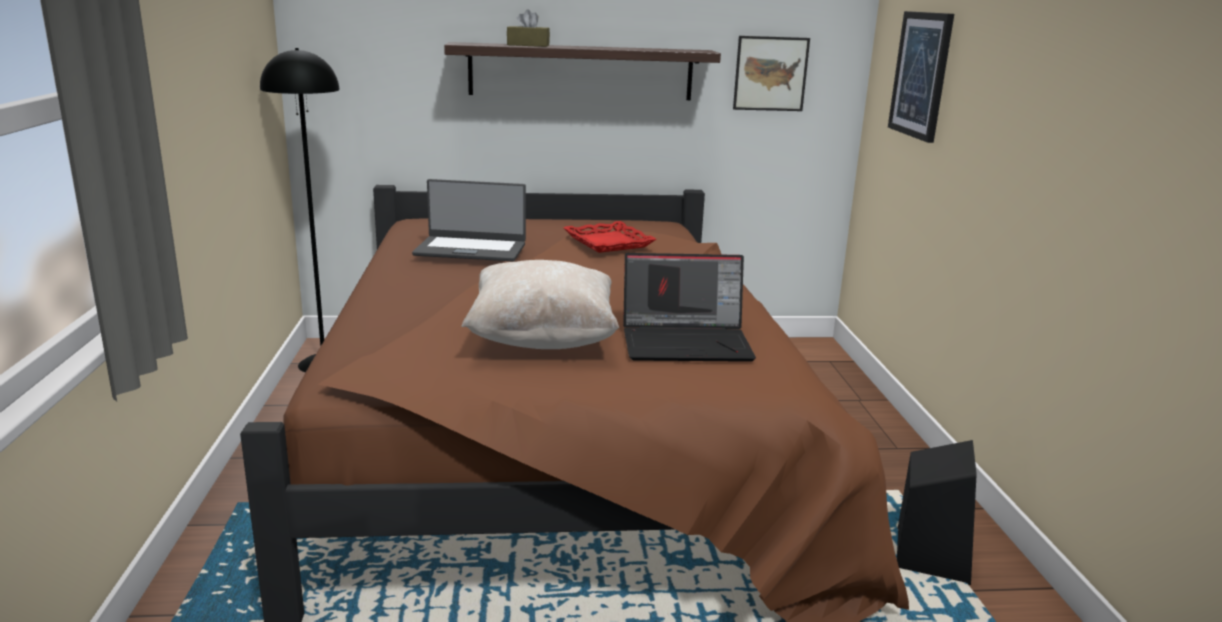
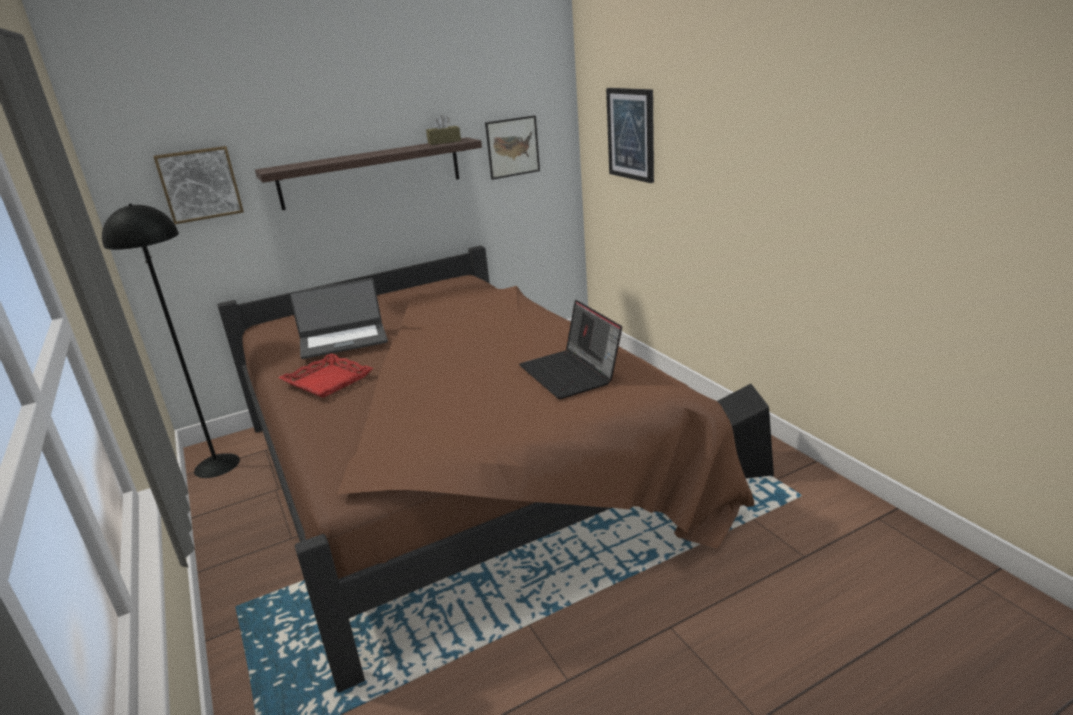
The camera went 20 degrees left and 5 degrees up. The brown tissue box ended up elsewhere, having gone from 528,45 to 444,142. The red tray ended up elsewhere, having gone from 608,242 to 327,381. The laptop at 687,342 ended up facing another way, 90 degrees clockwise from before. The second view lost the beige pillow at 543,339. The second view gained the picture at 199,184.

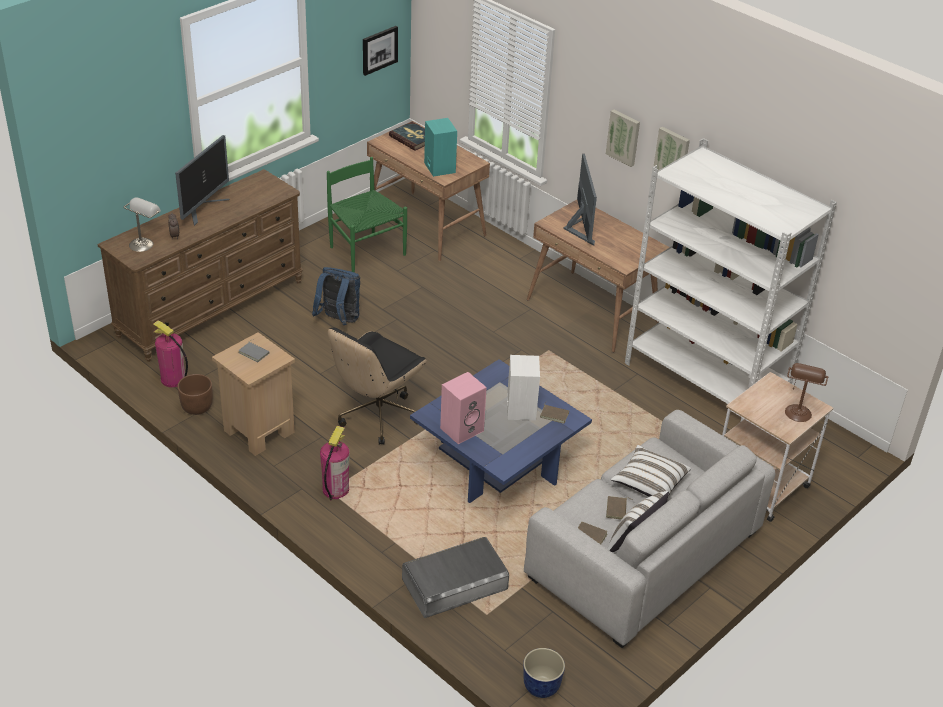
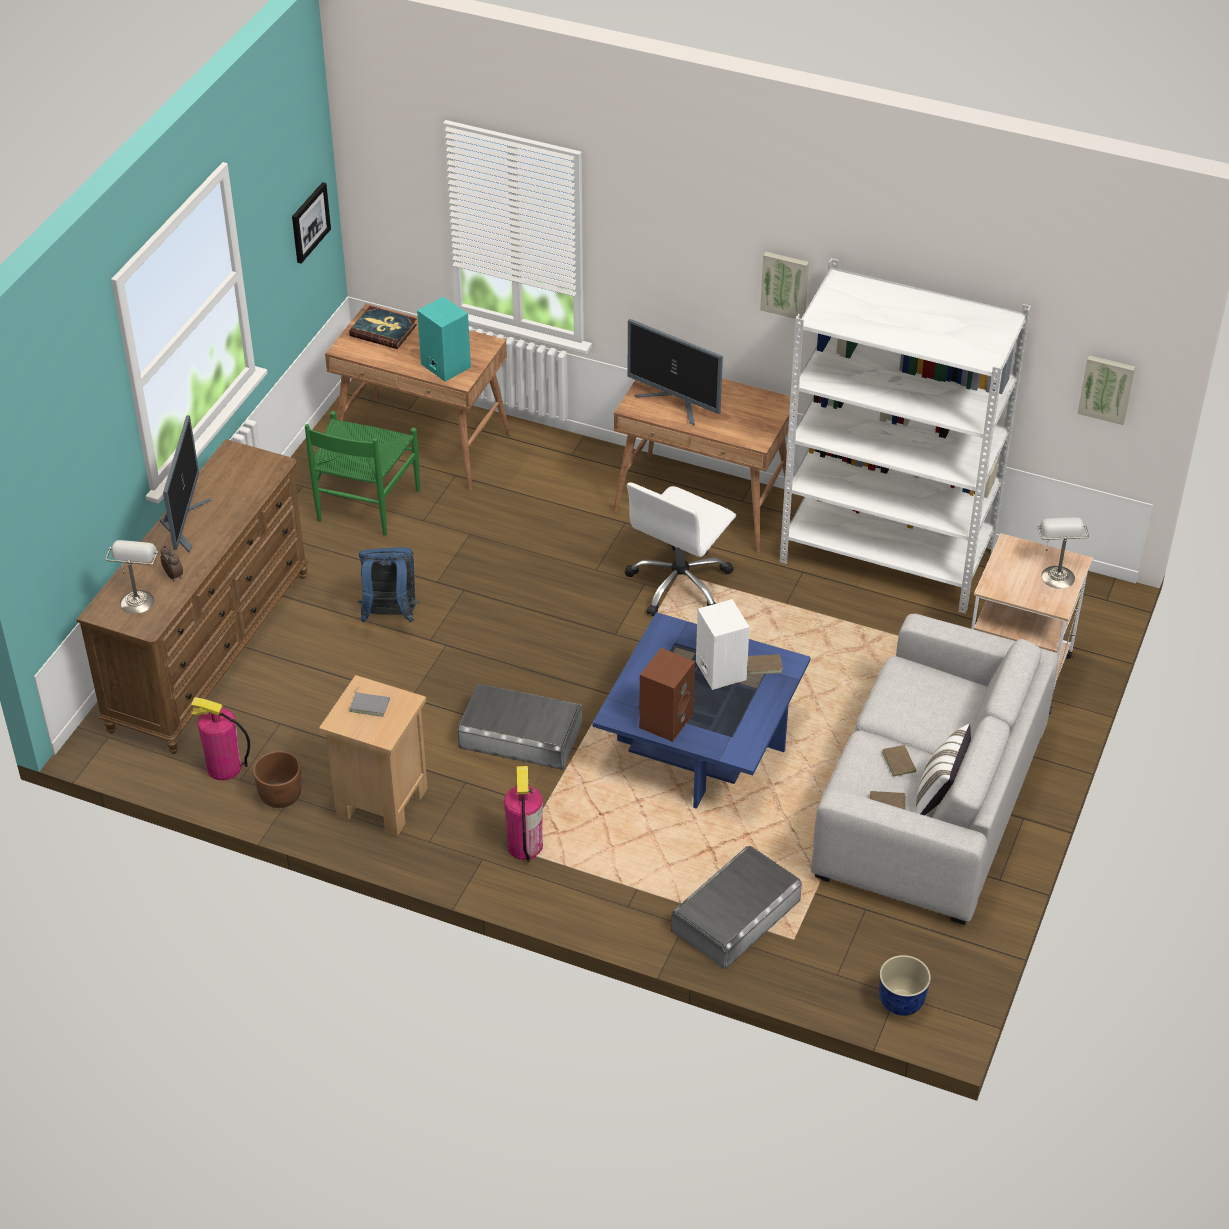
The camera went 20 degrees left and 5 degrees up. The picture ended up elsewhere, having gone from 624,137 to 1107,388. The monitor at 580,228 ended up facing another way, 150 degrees clockwise from before. The green chair at 365,252 ended up facing another way, 105 degrees counterclockwise from before. Where the black office chair stood at 377,418, the grey storage box came to stand at 520,735. What was the brown table lamp at 798,409 turned into the white table lamp at 1055,572. What was the pink speaker at 462,428 turned into the brown speaker at 665,719. The second view lost the white pillow at 649,483. The second view gained the white office chair at 679,584.

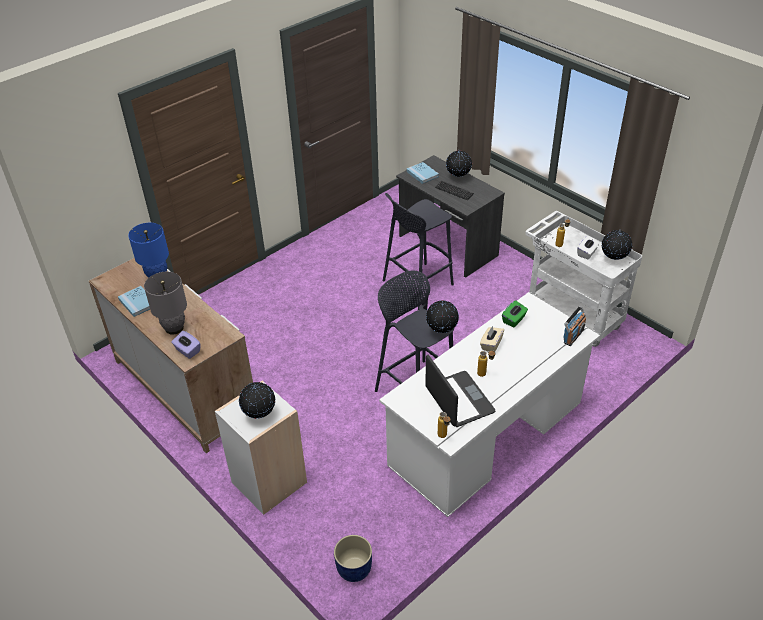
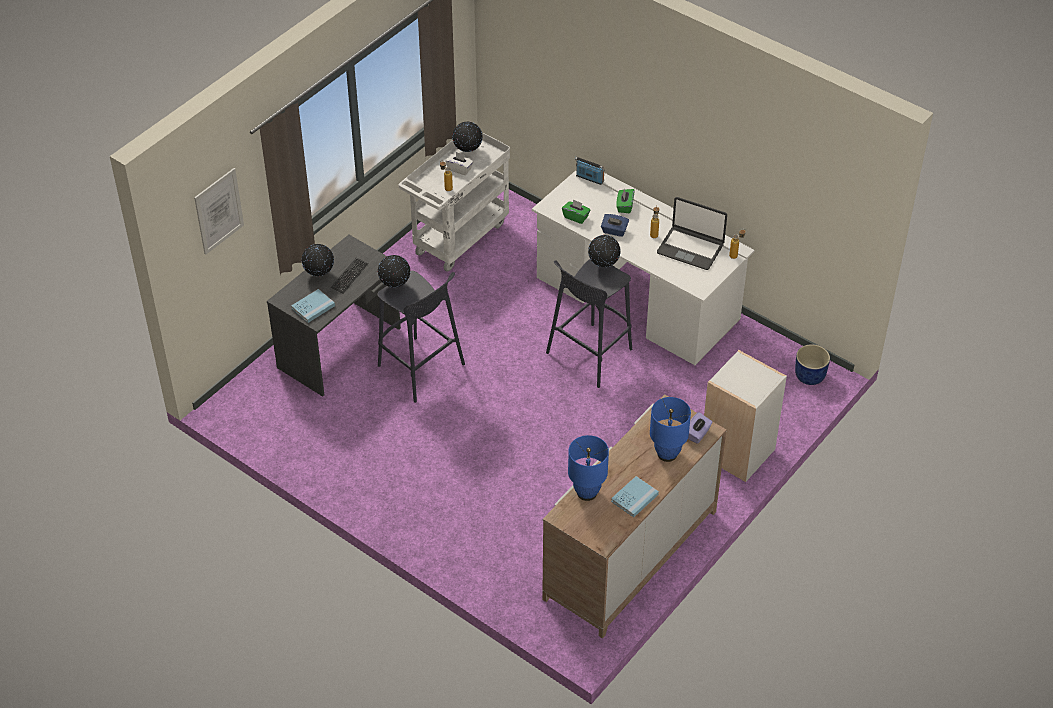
The camera went 100 degrees left and 5 degrees up. What was the grey table lamp at 174,328 turned into the blue table lamp at 667,454. What was the beige tissue box at 491,345 turned into the blue tissue box at 614,231. The laptop at 458,400 ended up facing another way, 120 degrees counterclockwise from before. The globe ended up elsewhere, having gone from 260,415 to 395,286. The second view gained the picture at 219,211. The second view gained the green tissue box at 624,206.

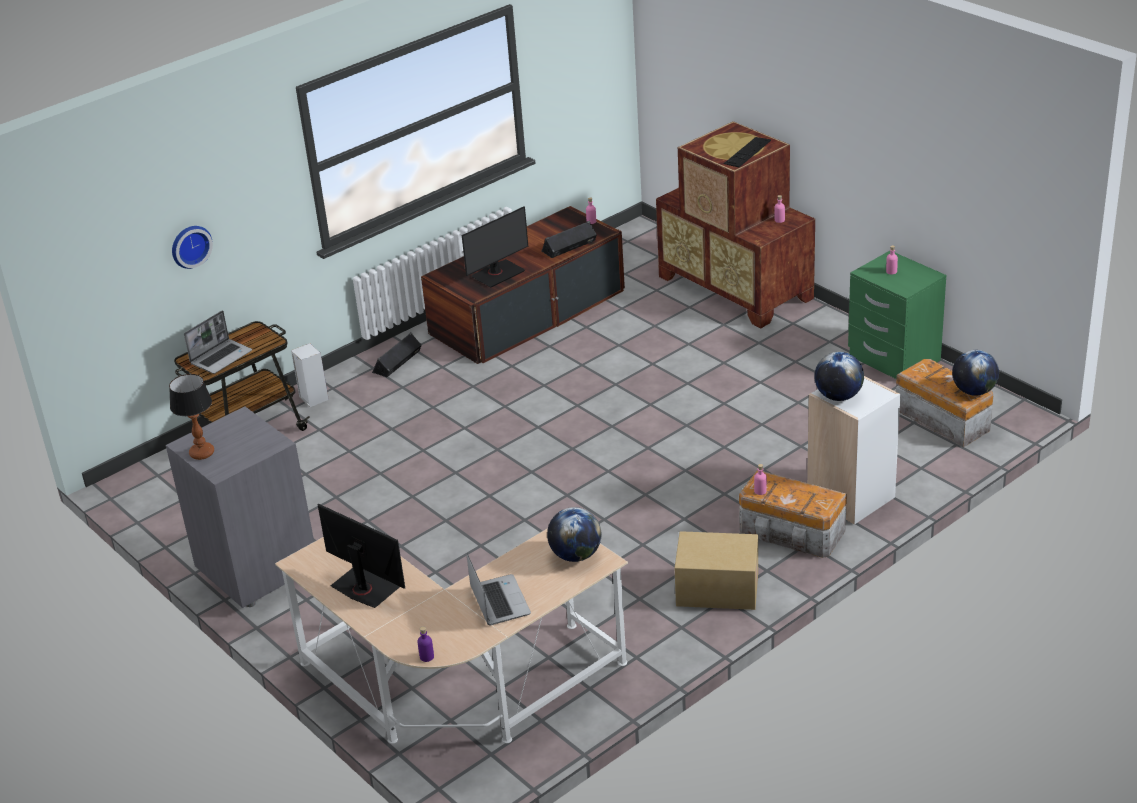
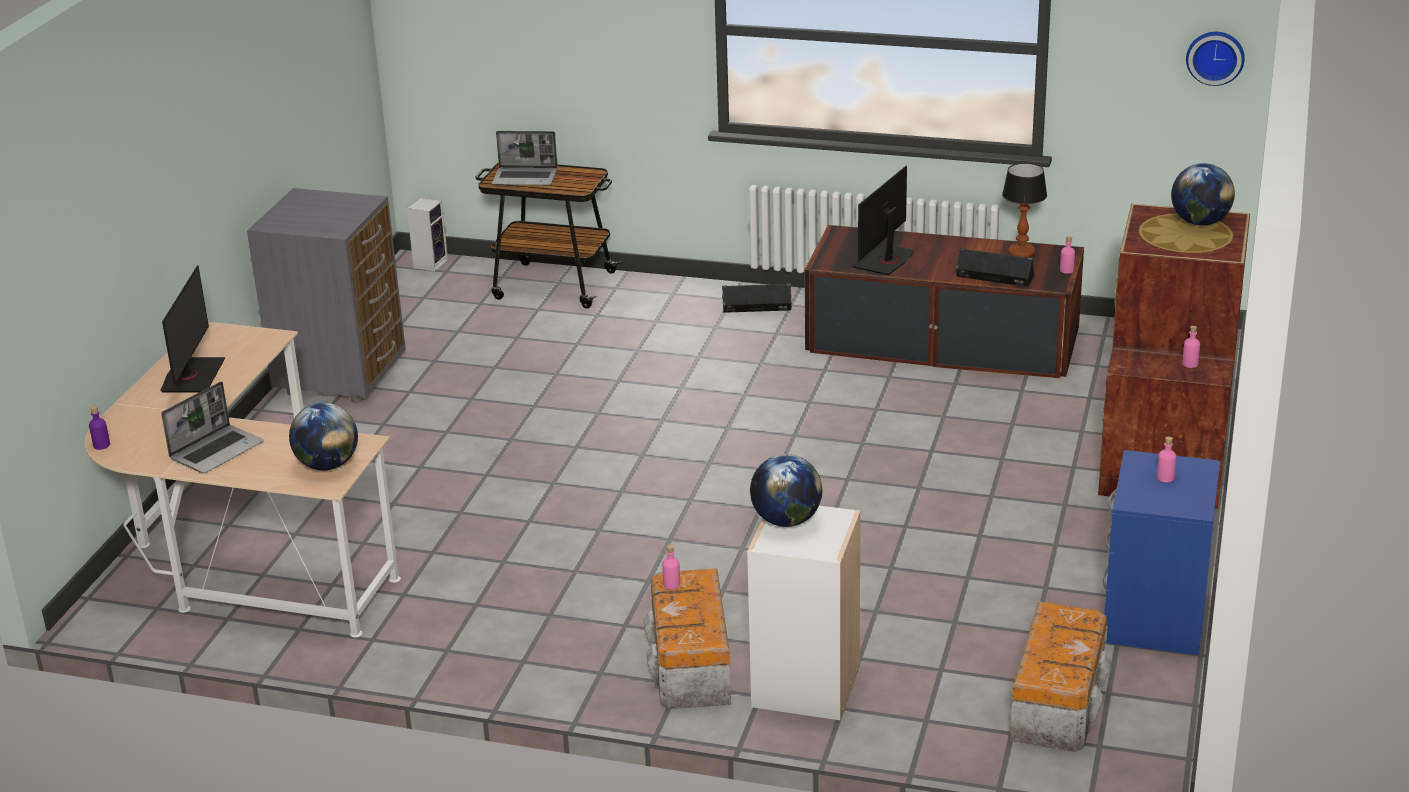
The camera went 55 degrees right and 5 degrees down. The second view lost the keyboard at 747,152. The monitor at 497,274 ended up facing another way, 105 degrees clockwise from before. The wall clock ended up elsewhere, having gone from 190,245 to 1215,56. What was the green nightstand at 893,359 turned into the blue nightstand at 1153,616. The speaker ended up elsewhere, having gone from 312,398 to 430,263. The globe ended up elsewhere, having gone from 974,391 to 1200,222. The table lamp ended up elsewhere, having gone from 201,453 to 1021,253. The second view lost the cardboard box at 716,590.

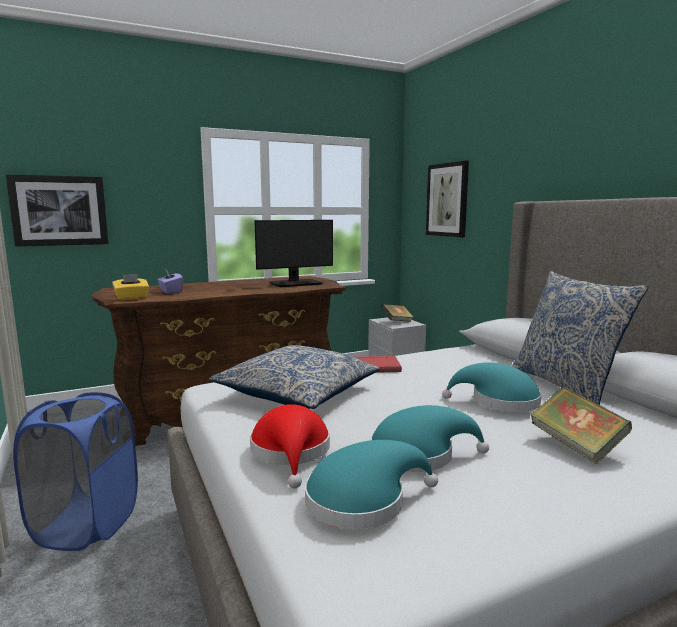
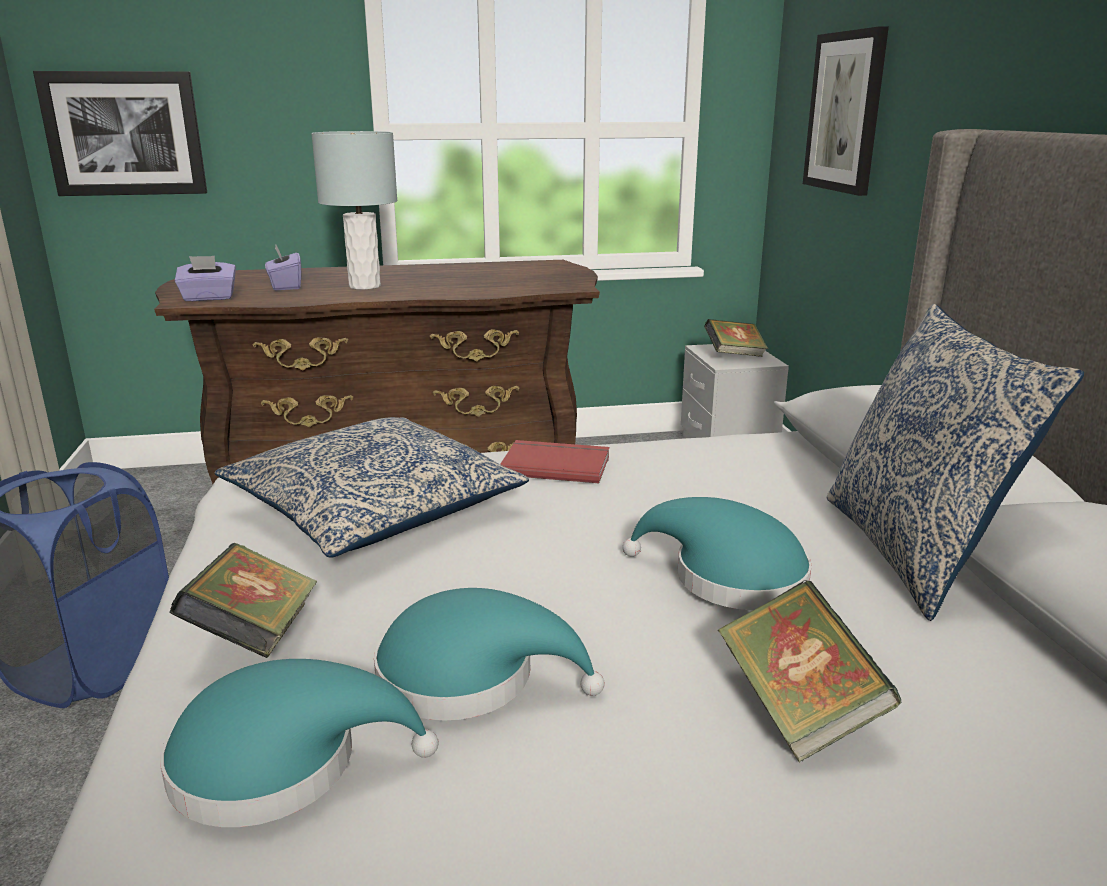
The camera went 15 degrees right and 10 degrees up. The second view lost the monitor at 295,283. What was the yellow tissue box at 132,298 turned into the purple tissue box at 209,298. Where the red hat stood at 291,452, the book came to stand at 255,637. The second view gained the grey table lamp at 365,286.

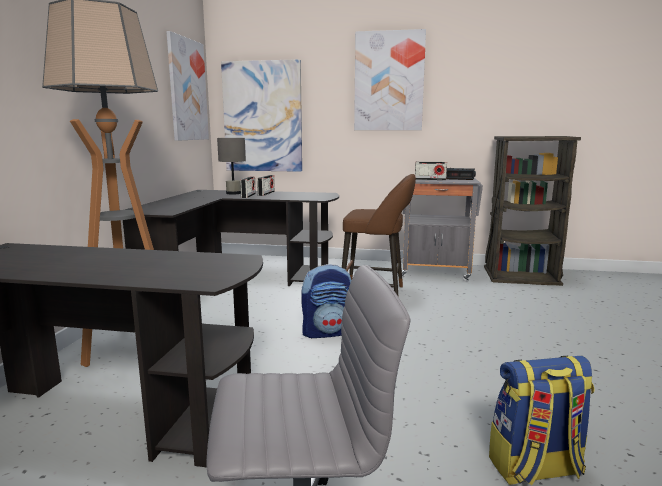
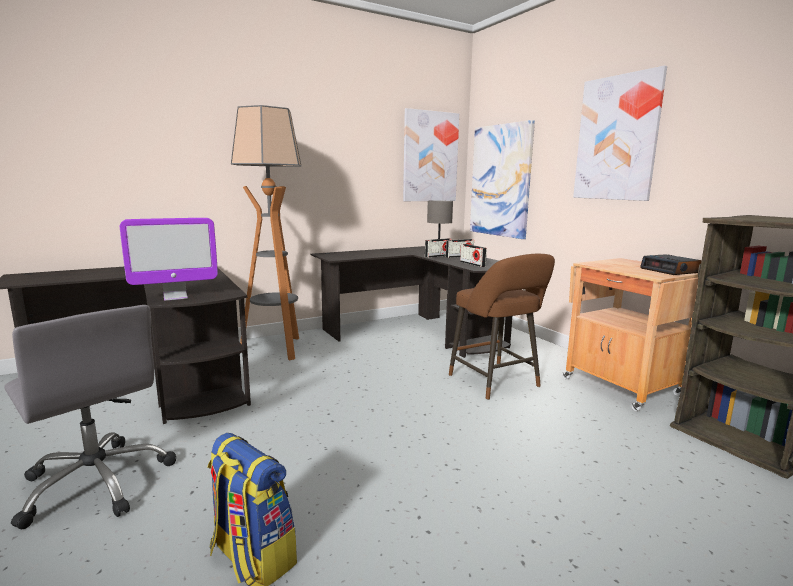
The camera went 50 degrees right and 0 degrees up. The radio ended up elsewhere, having gone from 430,179 to 472,264. What was the grey cart at 435,272 turned into the brown cart at 623,388. The second view lost the backpack at 328,332. The second view gained the monitor at 175,297.

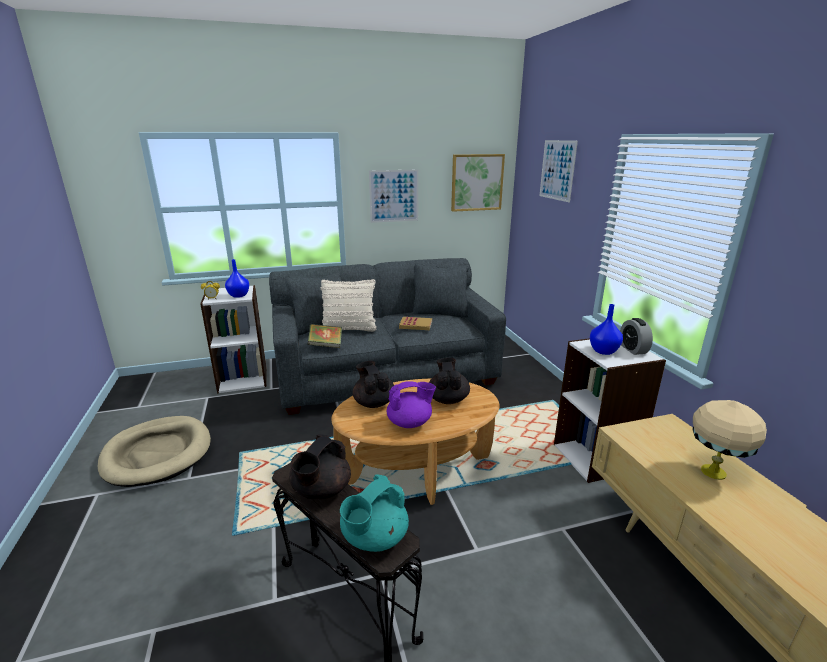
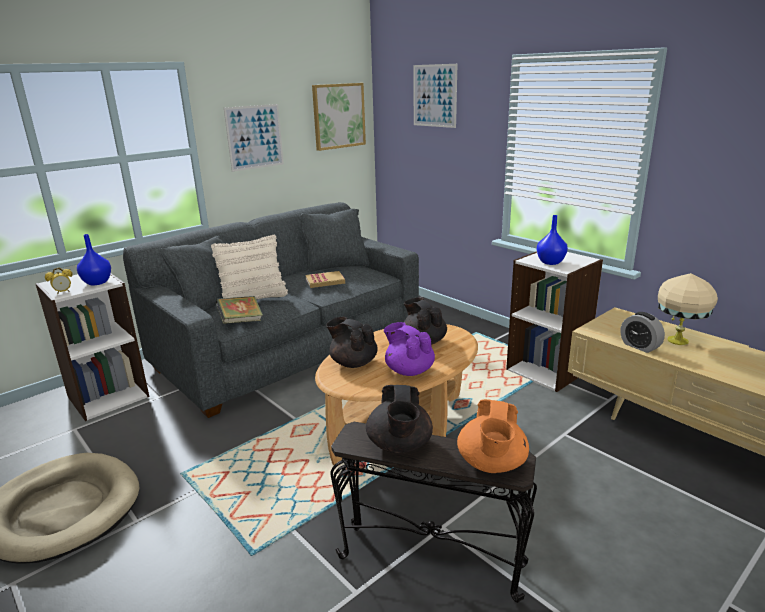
The camera went 25 degrees left and 0 degrees up. The alarm clock ended up elsewhere, having gone from 633,349 to 639,346. The purple teapot at 410,423 ended up facing another way, 90 degrees counterclockwise from before. What was the turquoise teapot at 374,538 turned into the orange teapot at 491,464.

